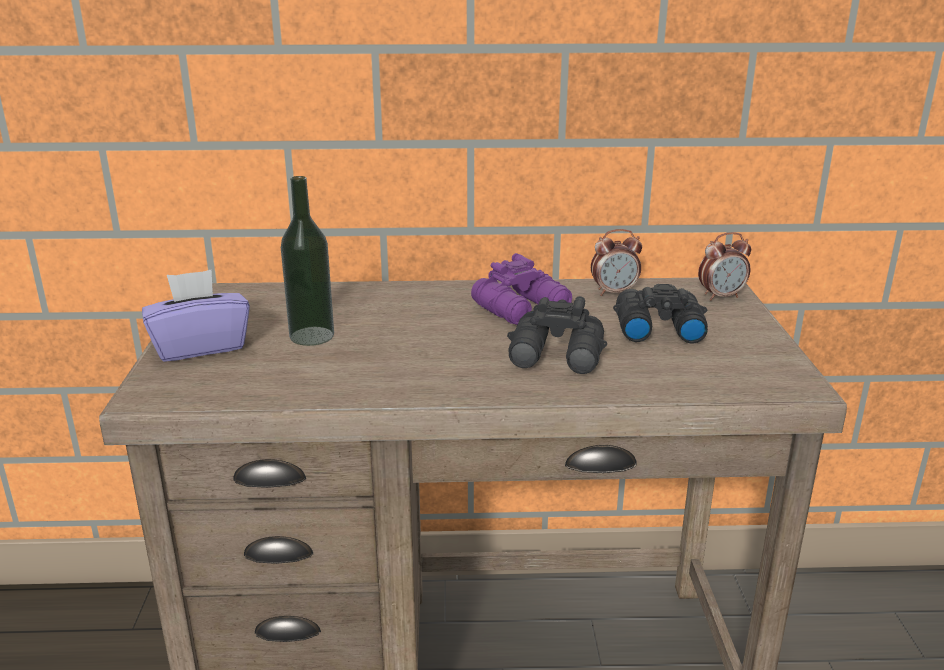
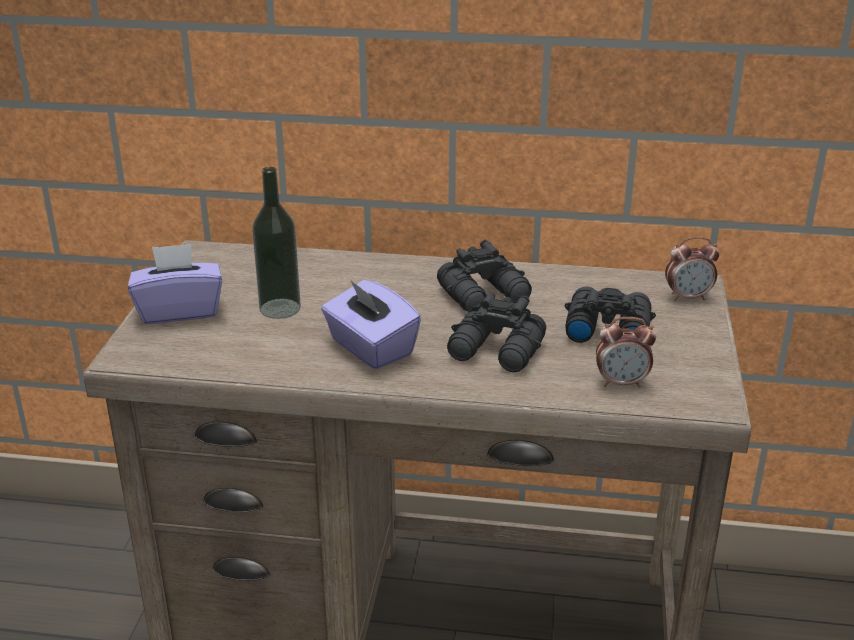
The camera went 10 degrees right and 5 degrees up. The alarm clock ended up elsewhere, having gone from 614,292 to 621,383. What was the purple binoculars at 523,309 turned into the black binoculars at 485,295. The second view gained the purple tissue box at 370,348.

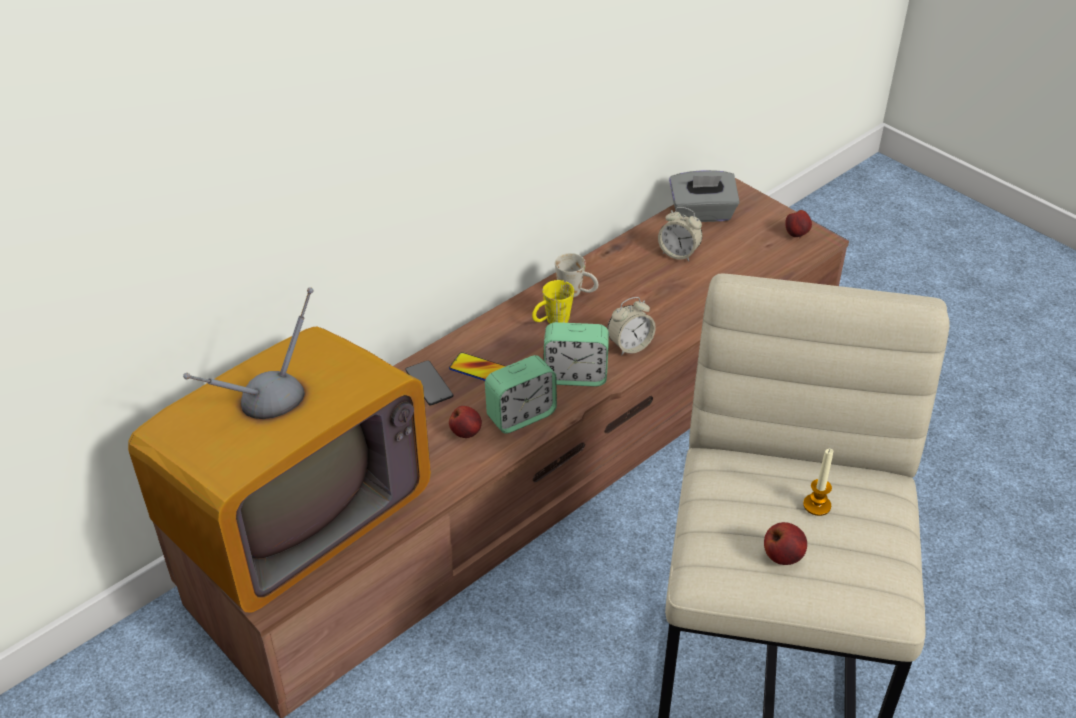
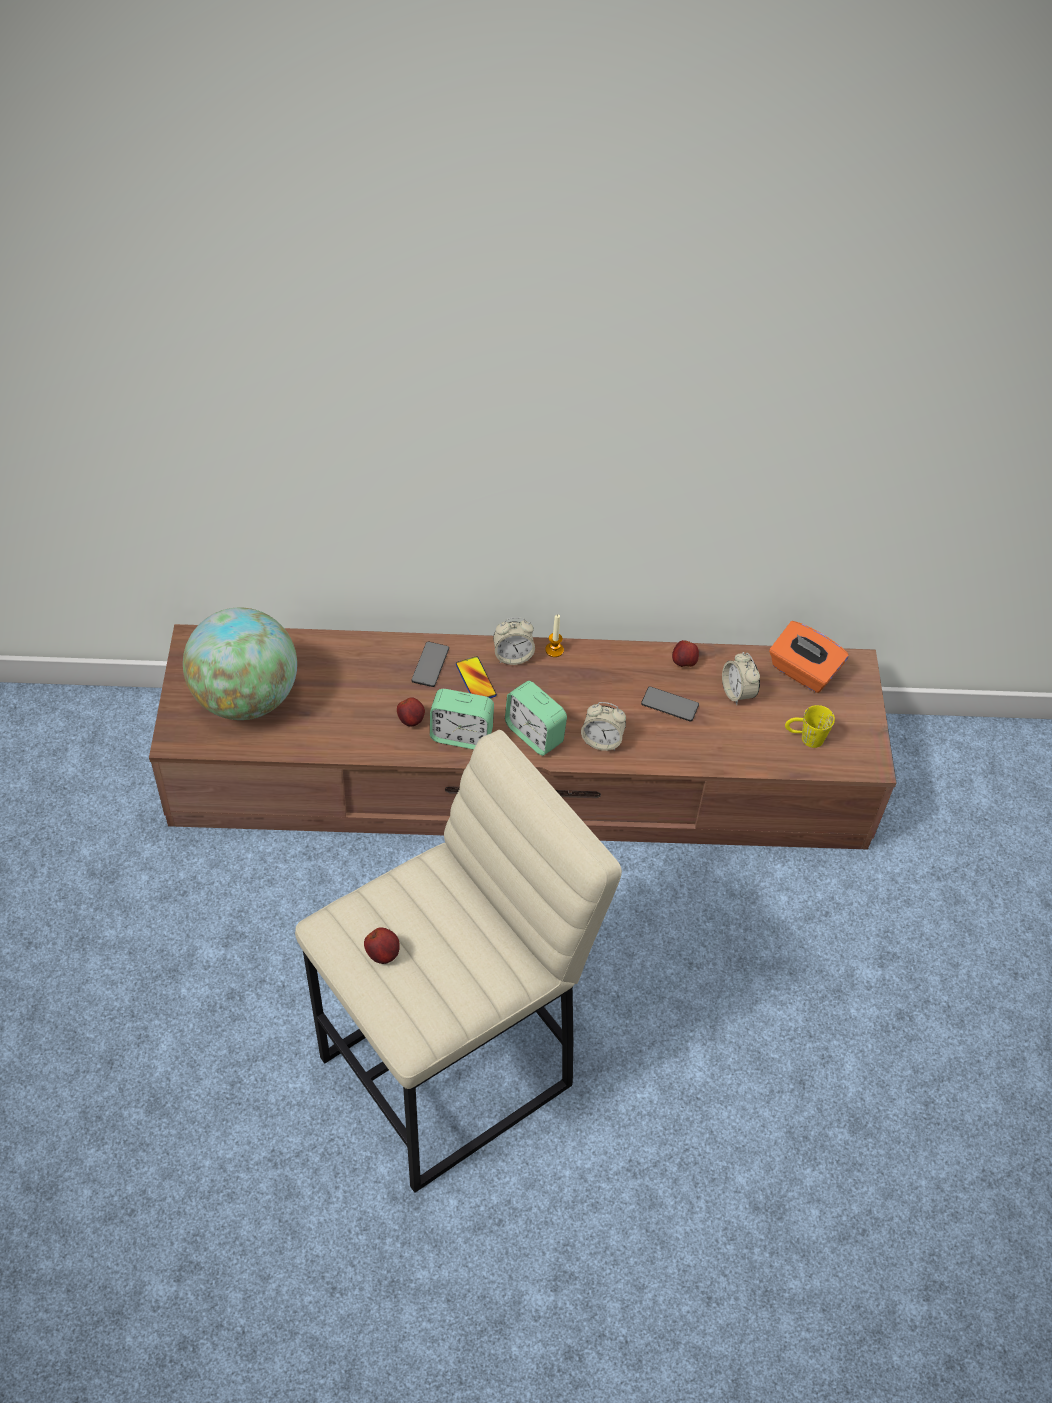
The camera went 40 degrees right and 10 degrees up. What was the grey tissue box at 702,214 turned into the orange tissue box at 803,671. The apple ended up elsewhere, having gone from 797,235 to 684,663. The second view lost the white mug at 576,292. The yellow mug ended up elsewhere, having gone from 551,322 to 804,738. Where the television stood at 295,517, the globe came to stand at 245,698. The candle ended up elsewhere, having gone from 817,505 to 554,650. The second view gained the alarm clock at 513,656. The second view gained the phone at 669,705.

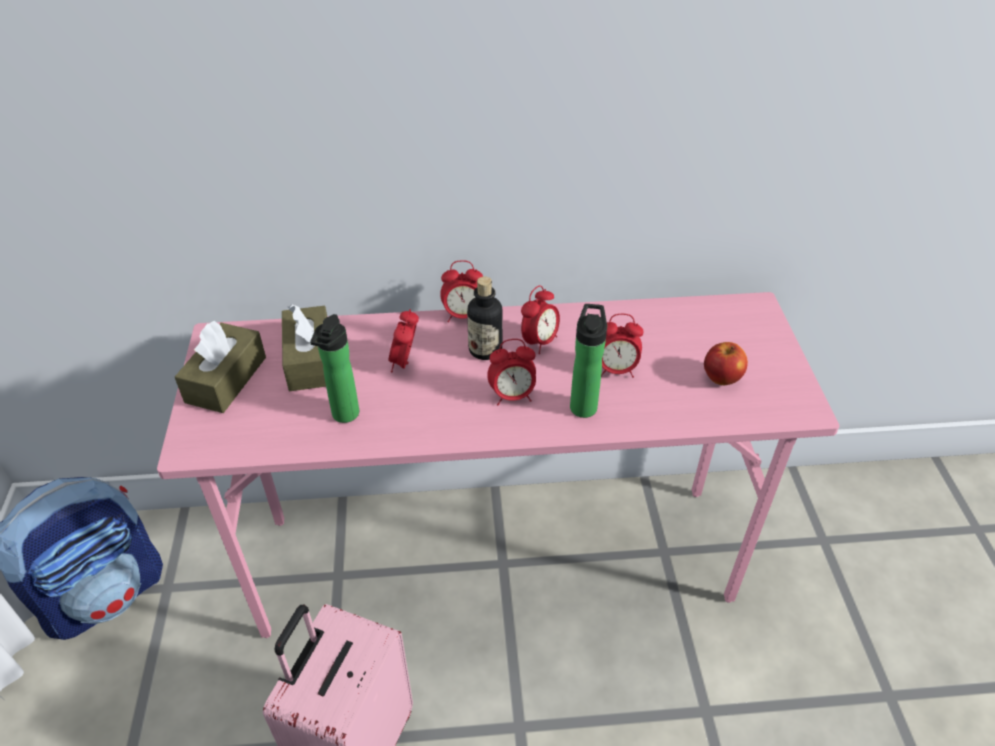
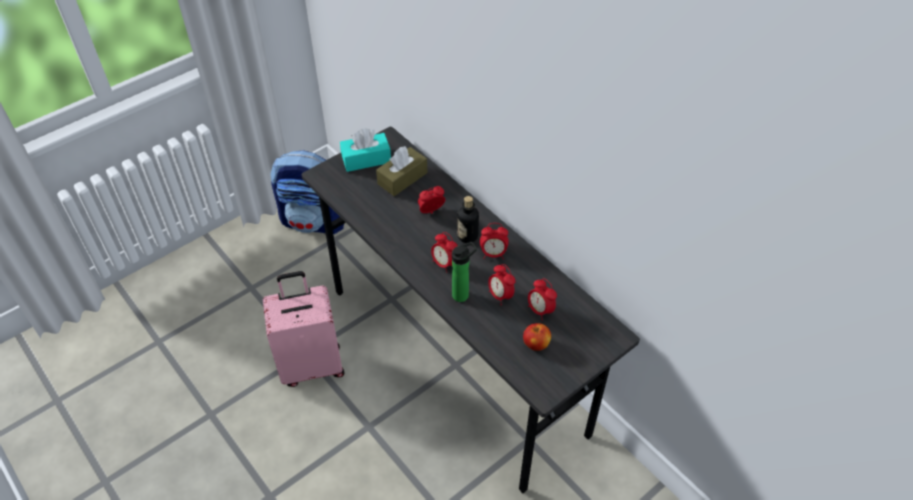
The camera went 55 degrees right and 5 degrees up. The alarm clock ended up elsewhere, having gone from 463,316 to 540,310. What was the pink desk at 497,558 turned into the grey desk at 457,360. The second view lost the bottle at 344,416. What was the brown tissue box at 226,379 turned into the turquoise tissue box at 366,159.

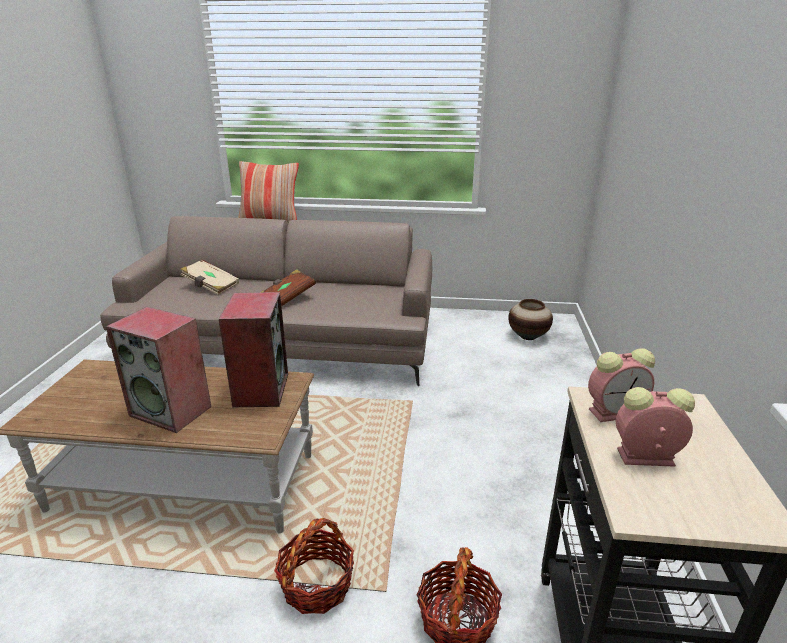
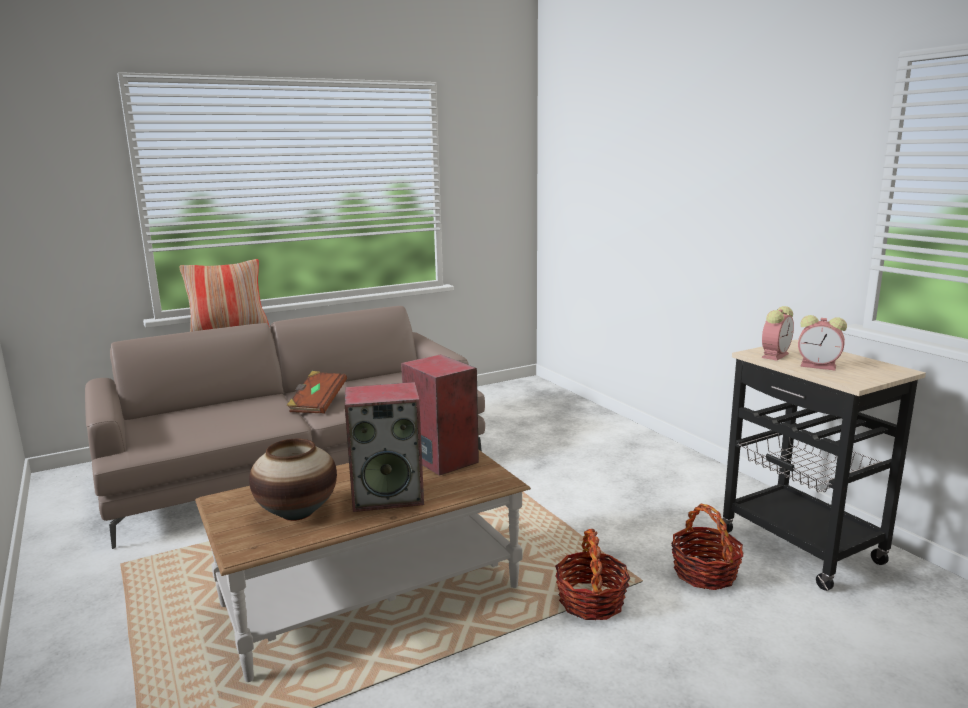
The camera went 35 degrees left and 10 degrees down. The second view lost the beige book at 211,287. The vase ended up elsewhere, having gone from 528,336 to 297,513. The alarm clock at 643,457 ended up facing another way, 120 degrees counterclockwise from before.

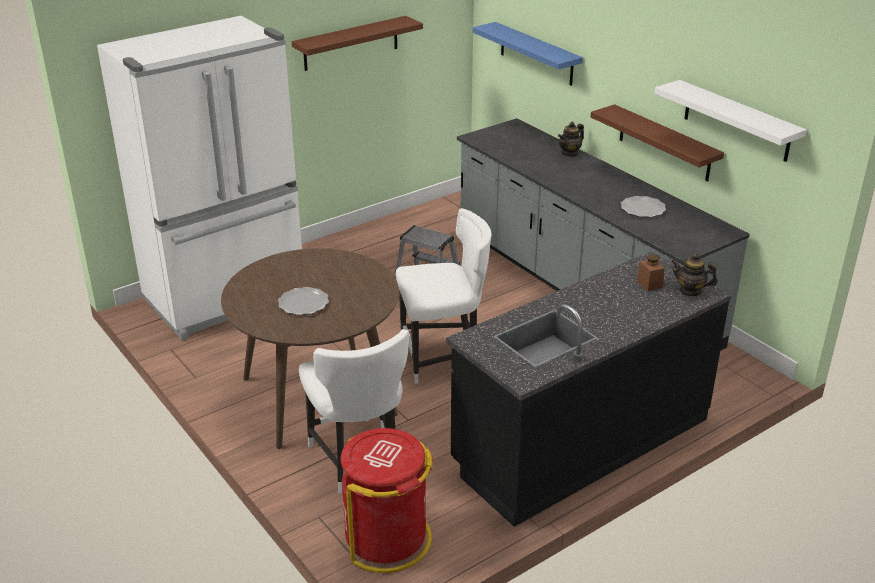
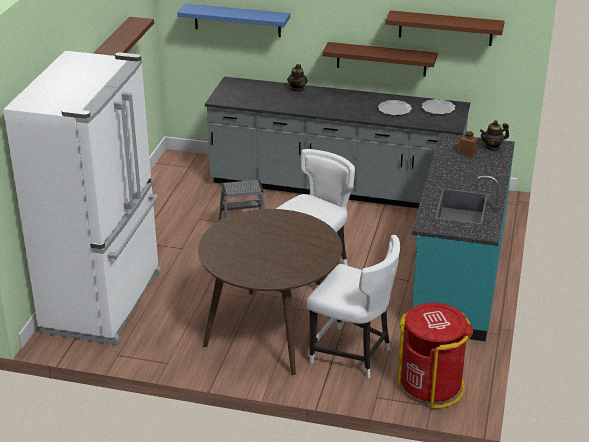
The camera went 40 degrees left and 0 degrees up. What was the white shelf at 736,121 turned into the brown shelf at 445,28. What was the black counter at 580,442 turned into the turquoise counter at 457,278. The plate ended up elsewhere, having gone from 303,303 to 438,108.

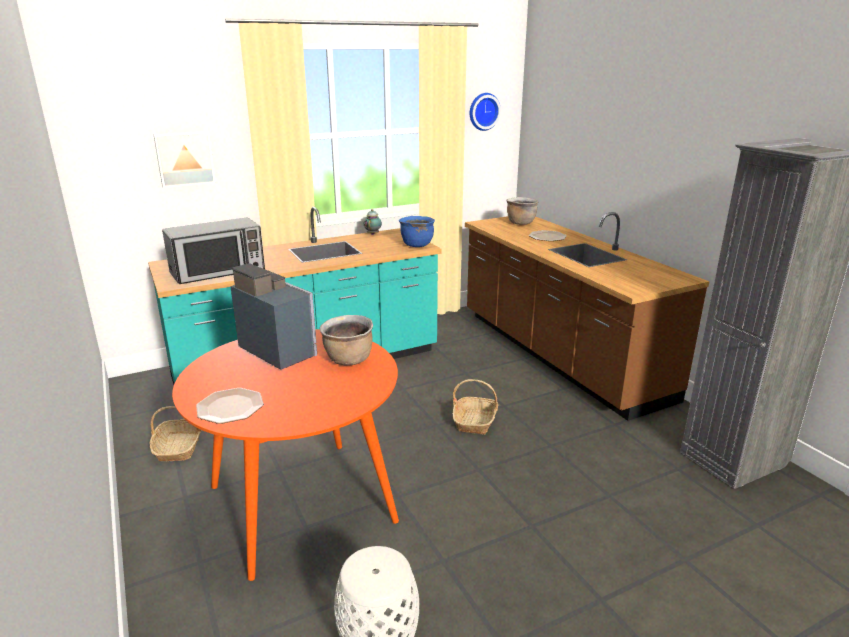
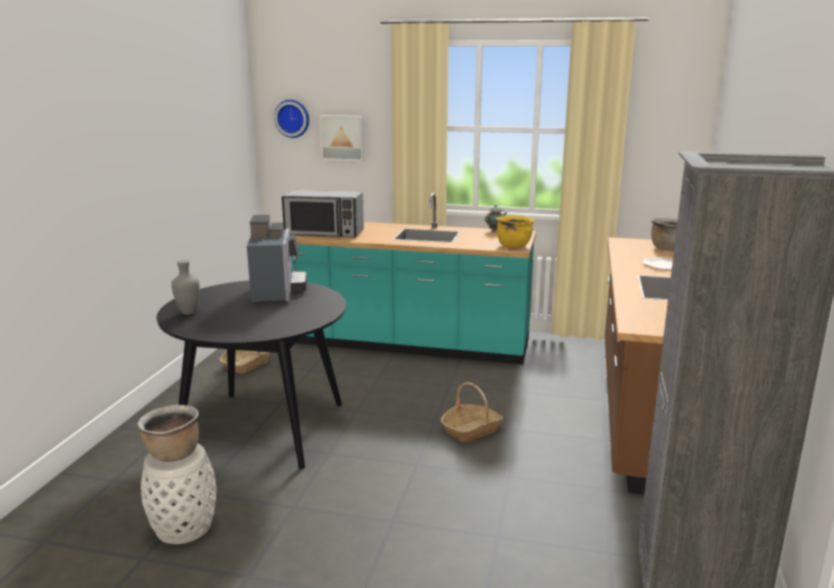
The camera went 40 degrees right and 5 degrees down. The wall clock ended up elsewhere, having gone from 483,111 to 293,118. What was the blue cooking pot at 416,245 turned into the yellow cooking pot at 513,245. The brown cooking pot ended up elsewhere, having gone from 348,360 to 173,454. What was the orange dining table at 301,504 turned into the black dining table at 263,428. Where the plate stood at 230,407, the grey vase came to stand at 188,313.

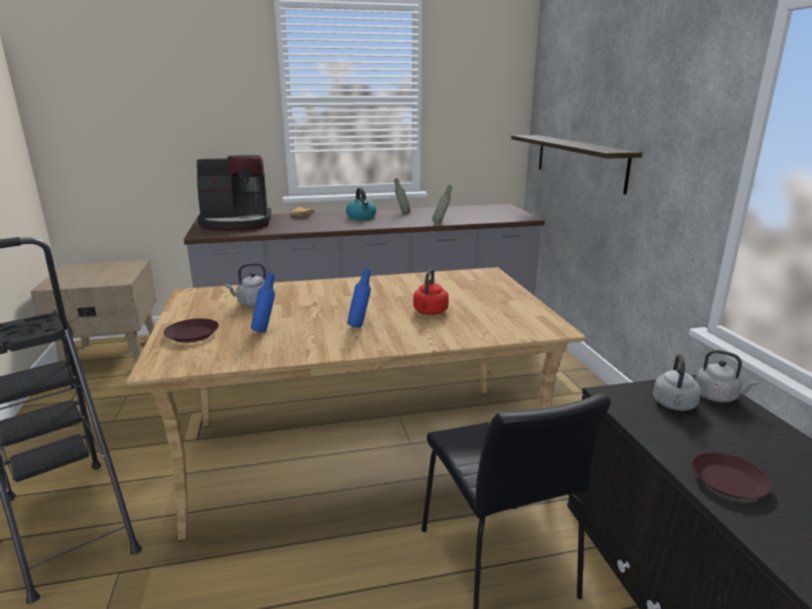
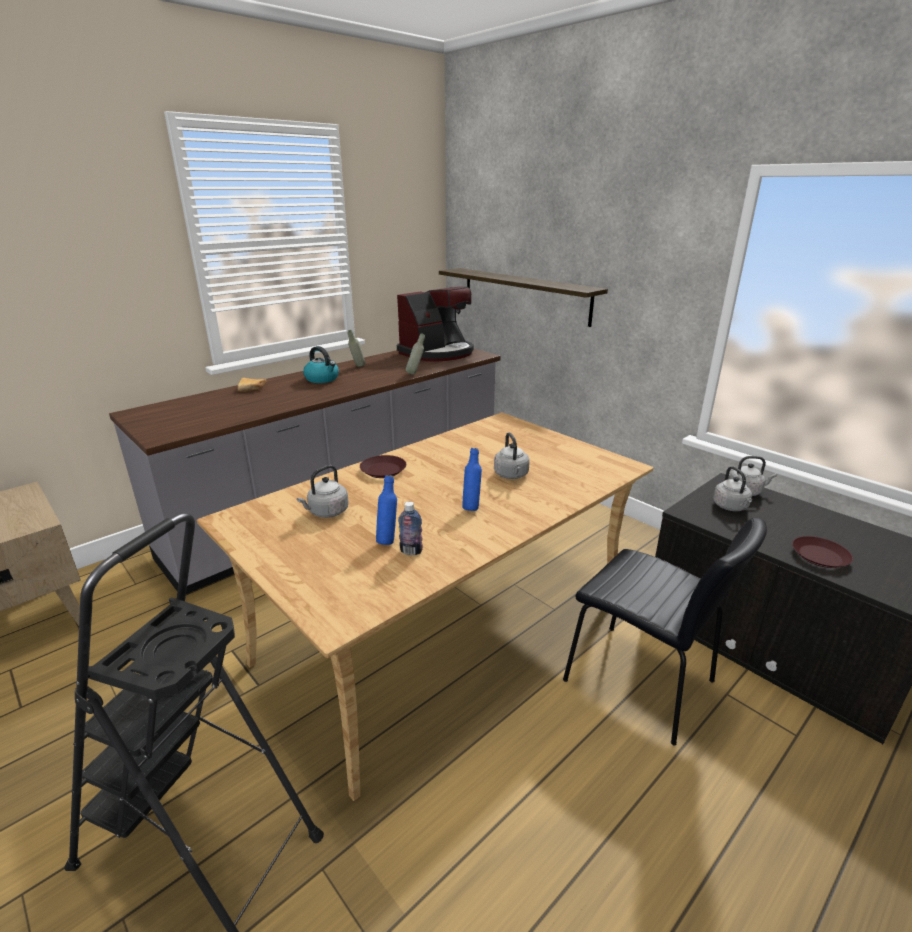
The camera went 30 degrees left and 5 degrees up. The coffee machine ended up elsewhere, having gone from 236,223 to 437,353. What was the red kettle at 430,312 turned into the grey kettle at 511,475. The brown plate ended up elsewhere, having gone from 193,334 to 383,470. The second view gained the bottle at 411,551.

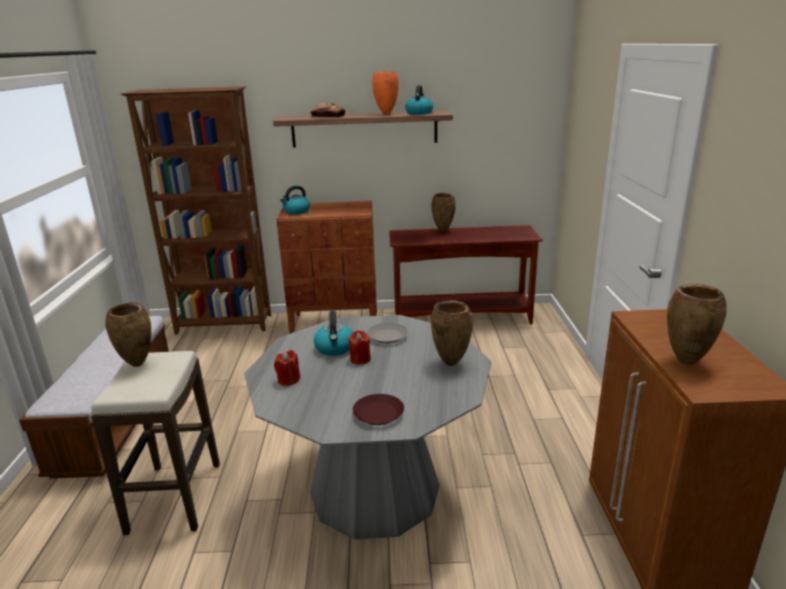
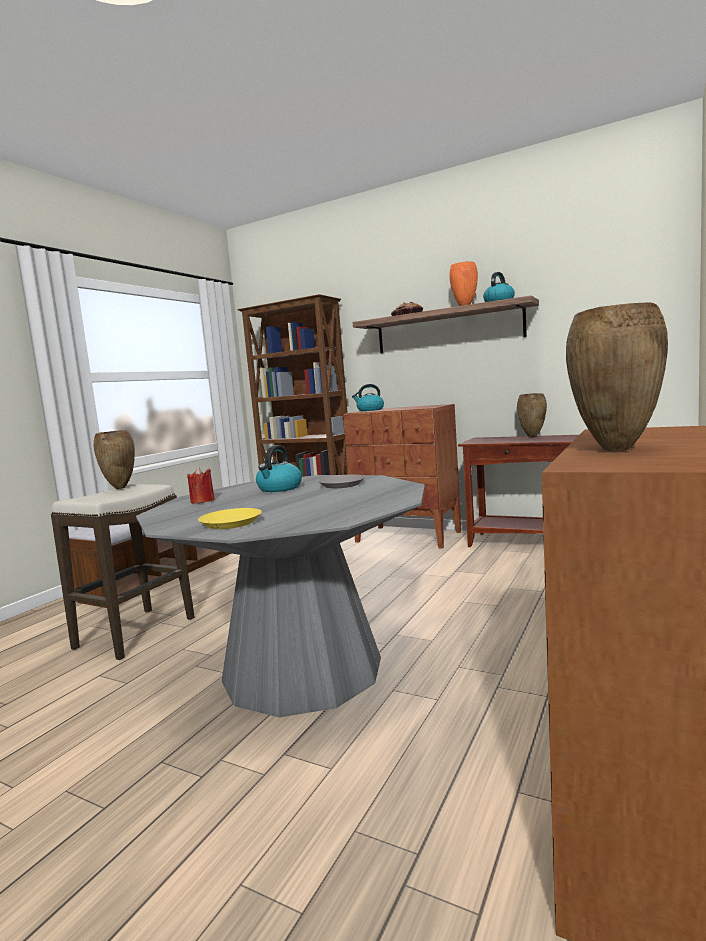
The camera went 30 degrees right and 15 degrees down. The second view lost the brown vase at 451,363. The second view lost the red candle at 360,359. What was the brown plate at 379,414 turned into the yellow plate at 231,523.

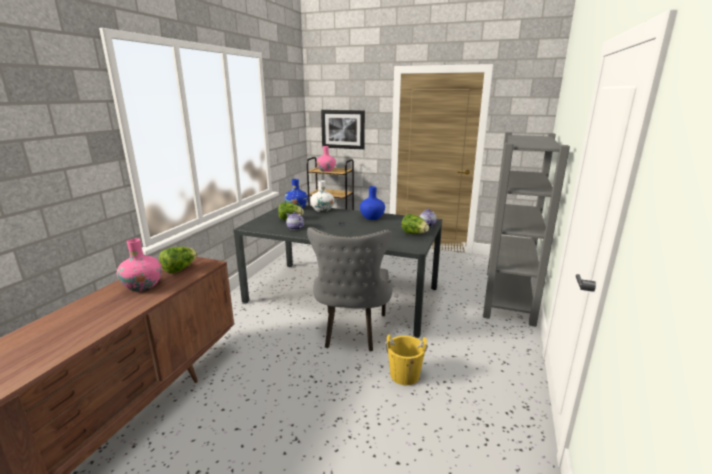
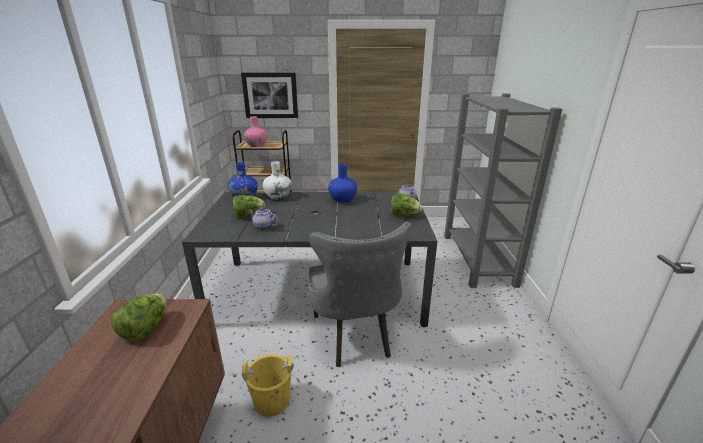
The camera went 20 degrees left and 5 degrees up. The second view lost the pink vase at 143,286. The yellow bucket ended up elsewhere, having gone from 404,375 to 272,401.

